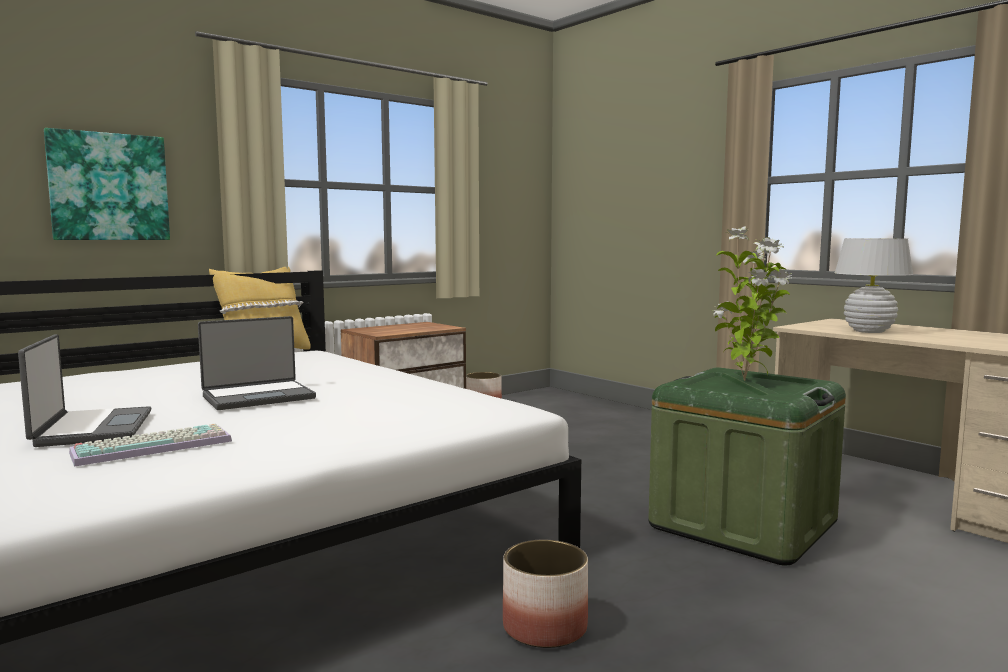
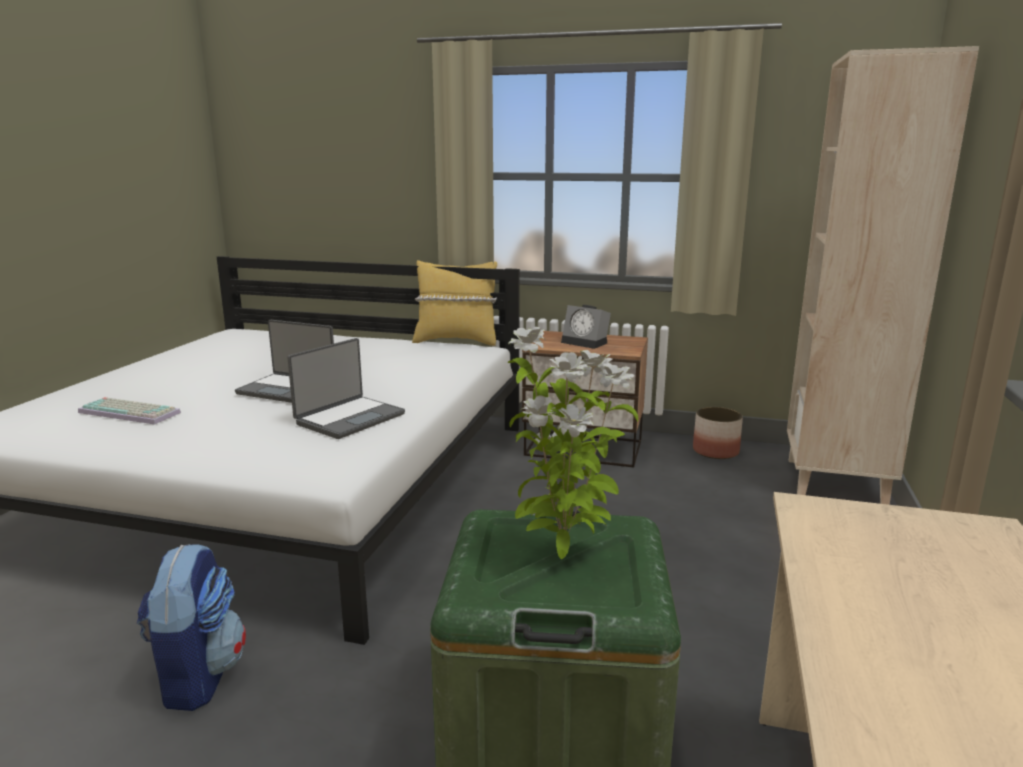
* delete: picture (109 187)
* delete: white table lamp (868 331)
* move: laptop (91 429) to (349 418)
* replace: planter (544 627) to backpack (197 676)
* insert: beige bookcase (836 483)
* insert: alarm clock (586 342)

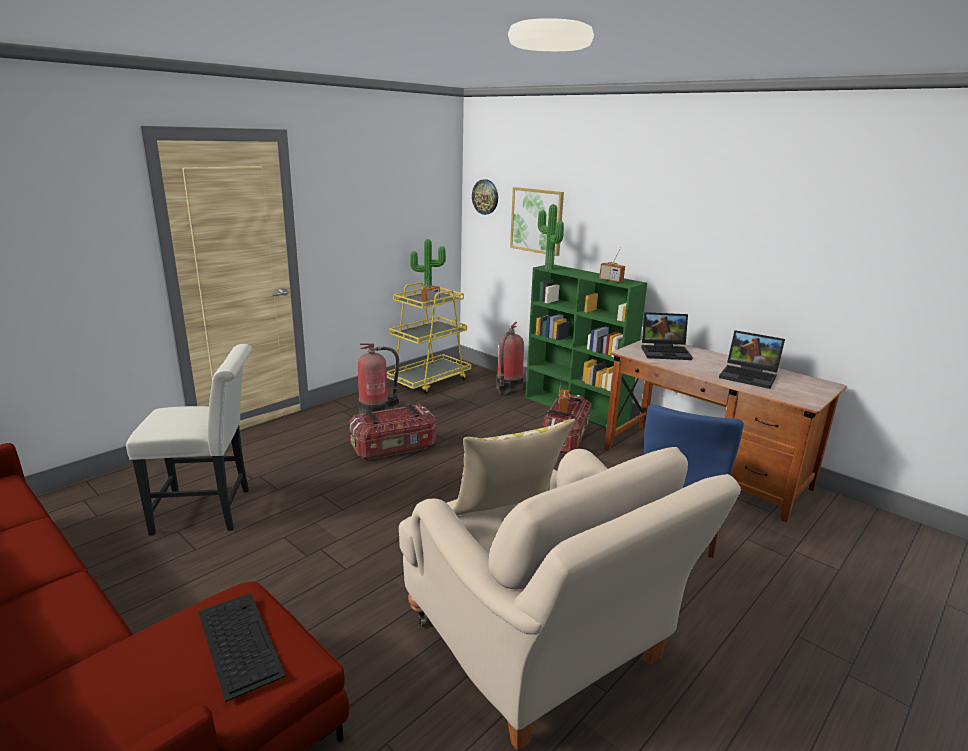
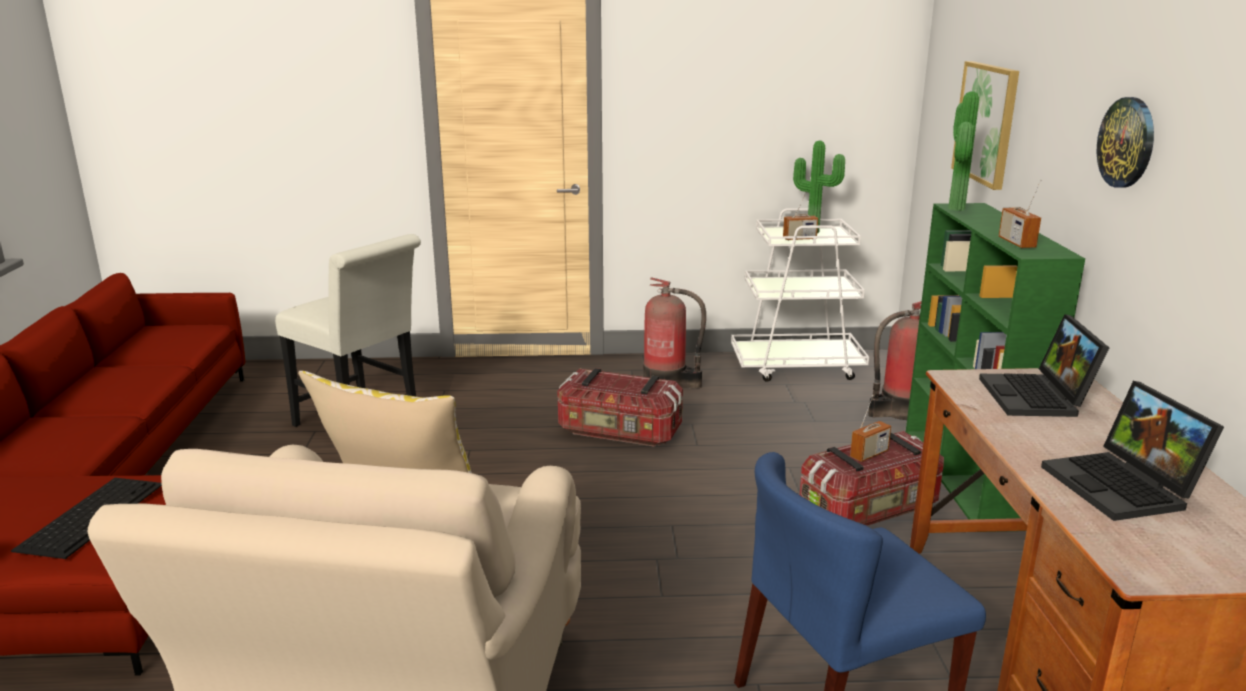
* move: wall clock (485 197) to (1127 142)
* recolor: yellow cart (429 381) to white cart (797 366)
* rotate: laptop (666 352) = (1038 398) 45 degrees clockwise

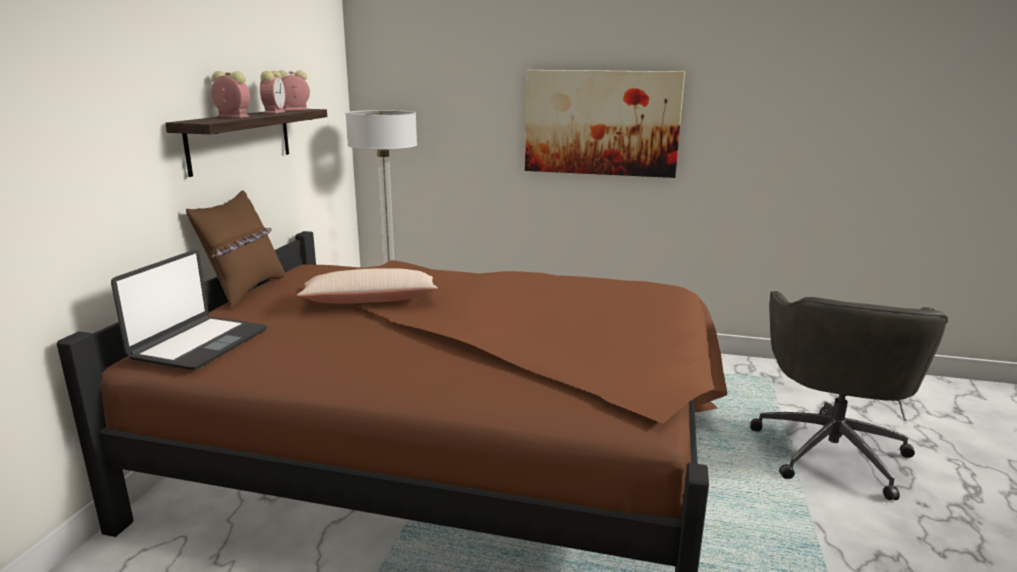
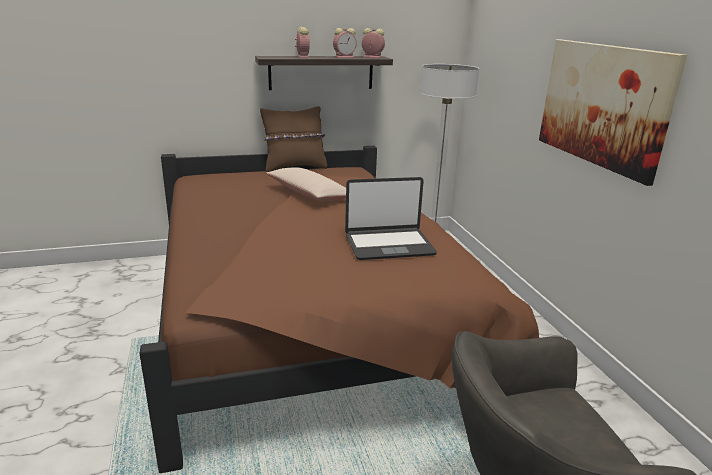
* move: laptop (199 344) to (389 245)

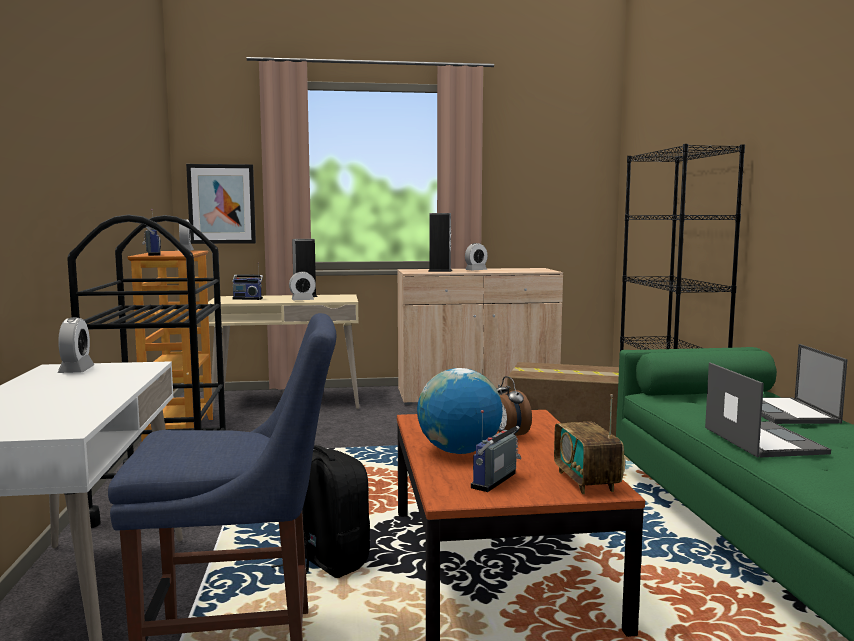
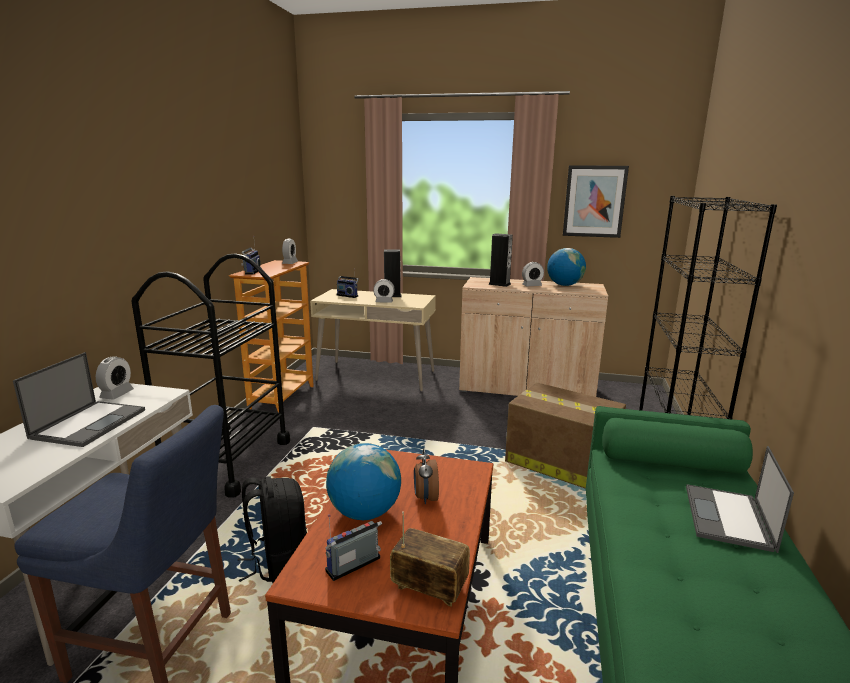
* move: picture (221 204) to (594 201)
* move: laptop (762 440) to (90 423)
* rotate: radio (586 481) = (429 587) 105 degrees clockwise
* insert: globe (564 285)

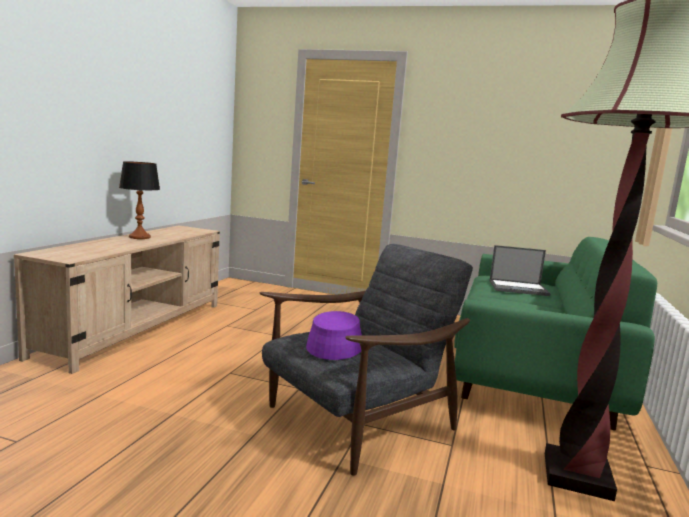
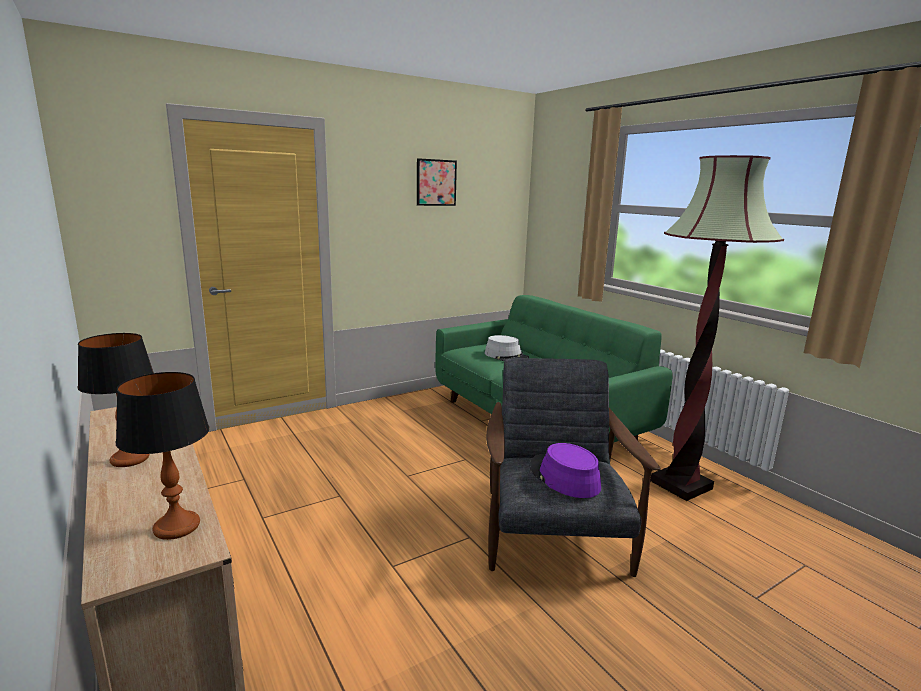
* replace: laptop (519 288) to grey hat (506 356)
* insert: picture (436 182)
* insert: table lamp (176 527)

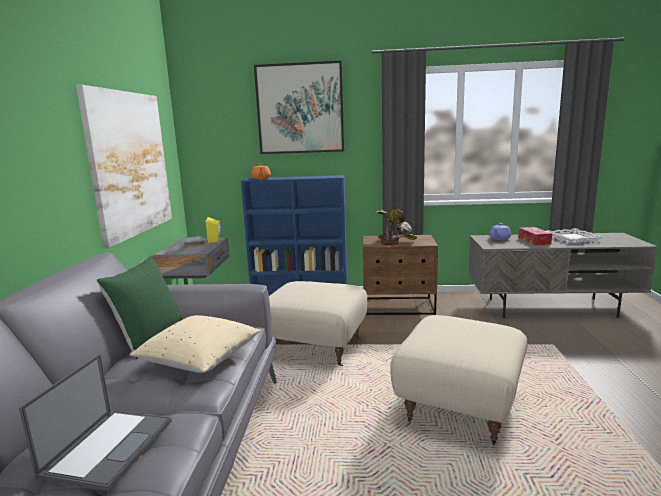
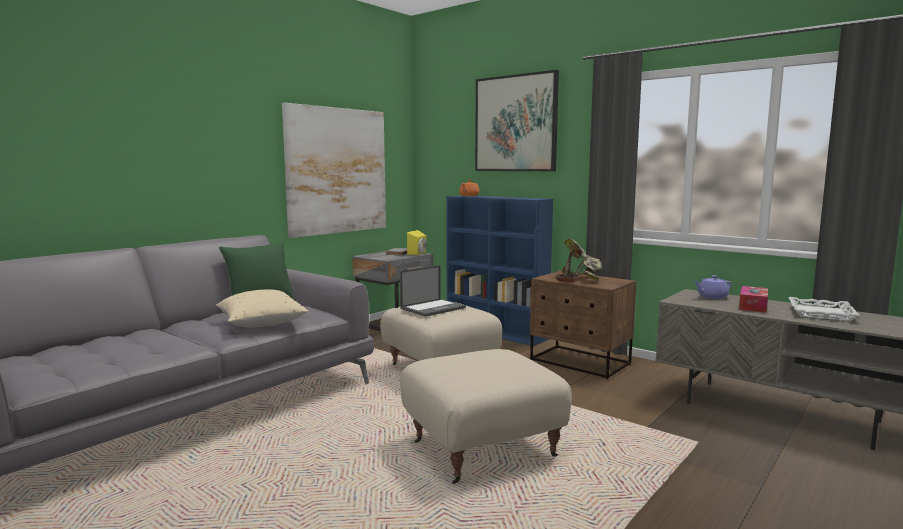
* move: laptop (109 446) to (433 308)

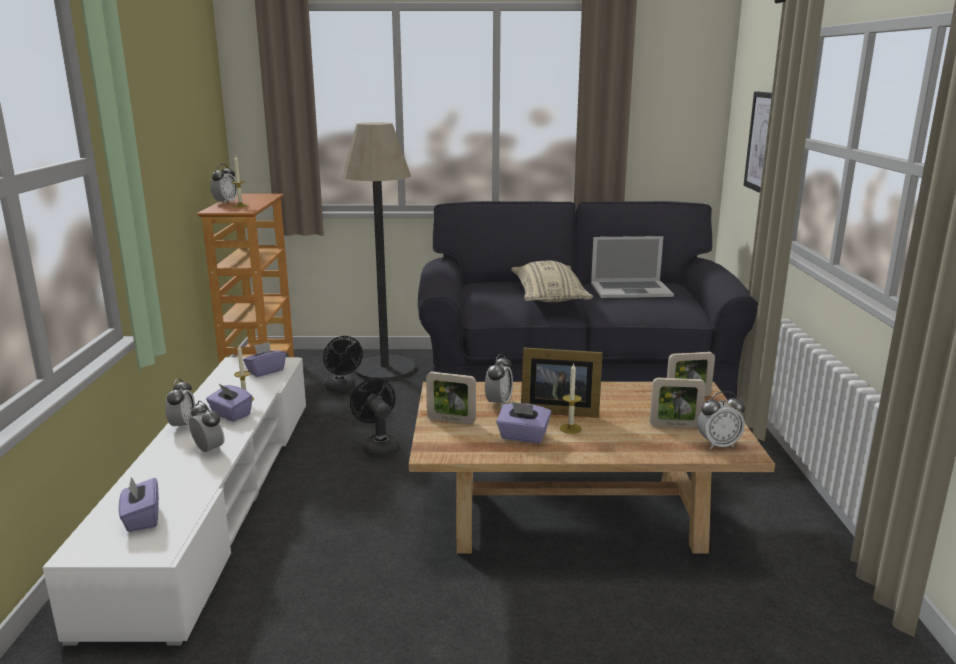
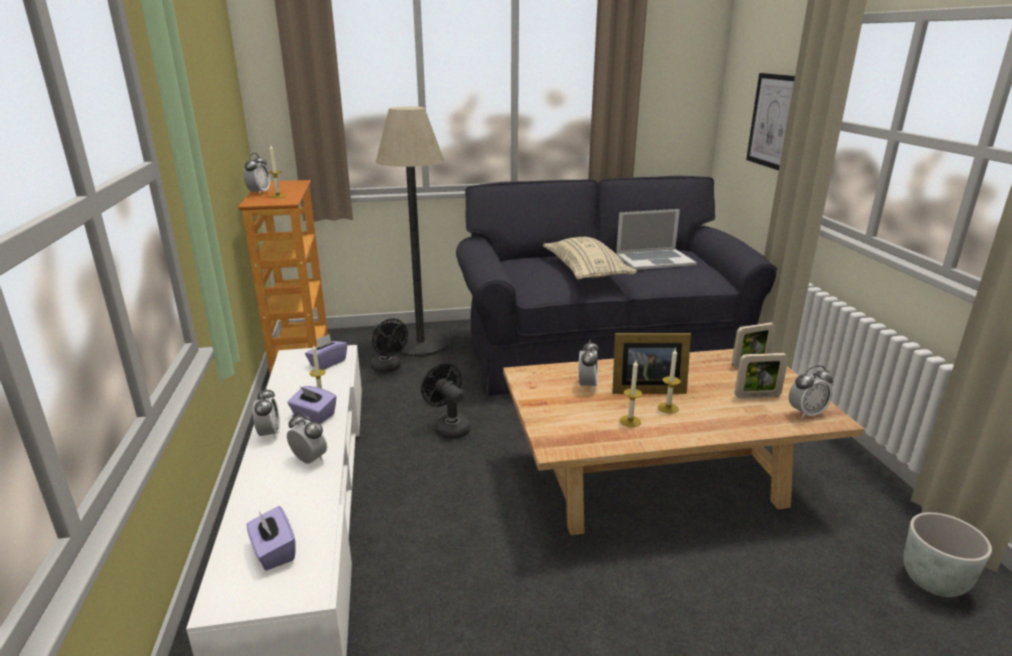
* delete: picture frame (451 420)
* replace: purple tissue box (523 436) to candle (630 421)
* insert: grey planter (934 581)

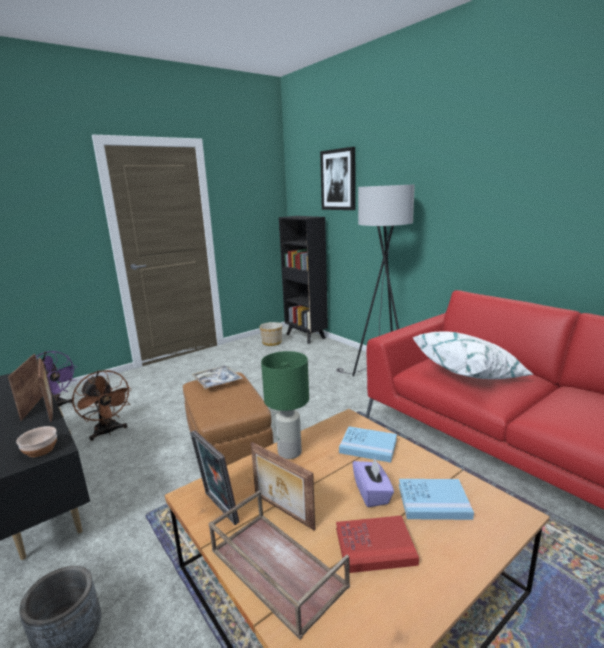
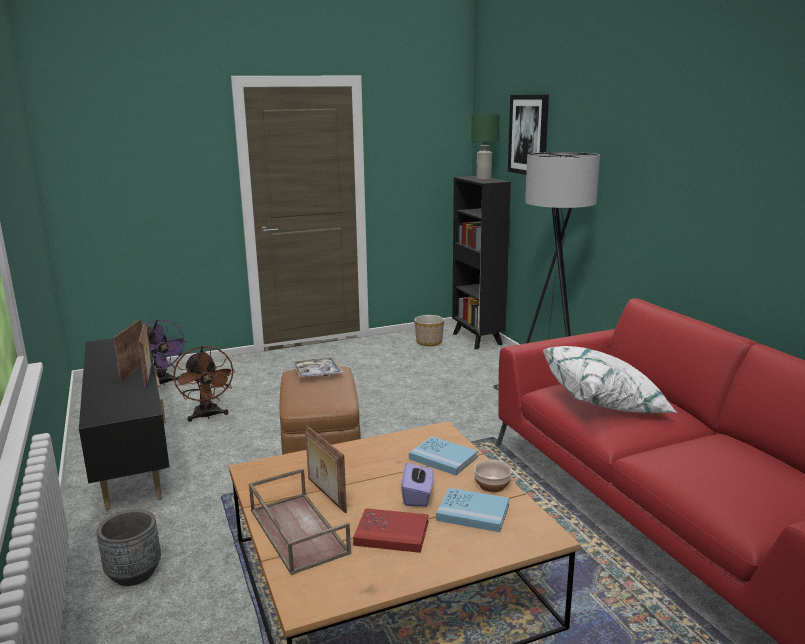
* move: green table lamp (289 453) to (483 179)
* move: bowl (40 449) to (492 485)
* delete: picture frame (218 509)

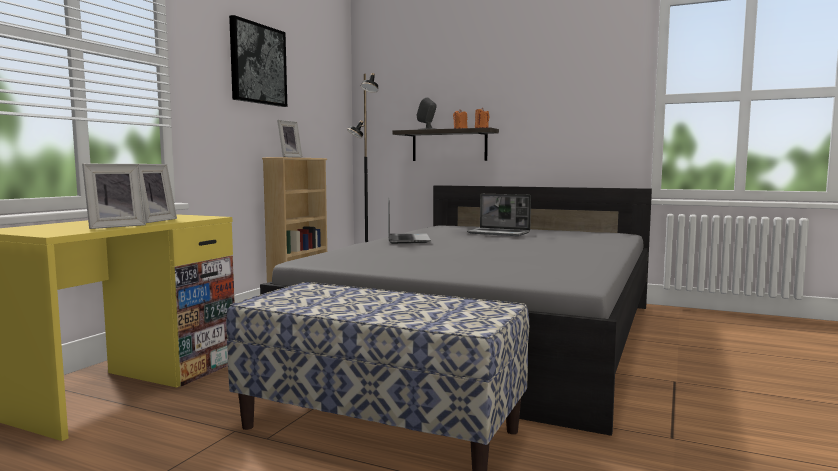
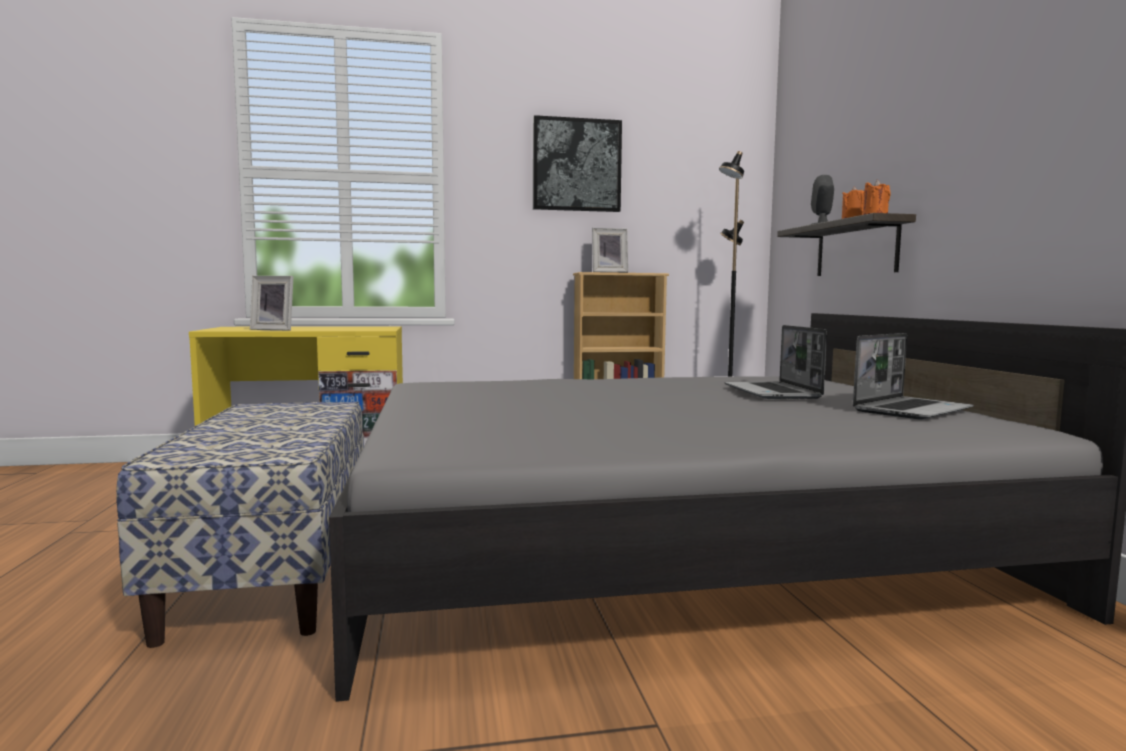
* delete: picture frame (153 221)
* move: laptop (407 239) to (911 410)

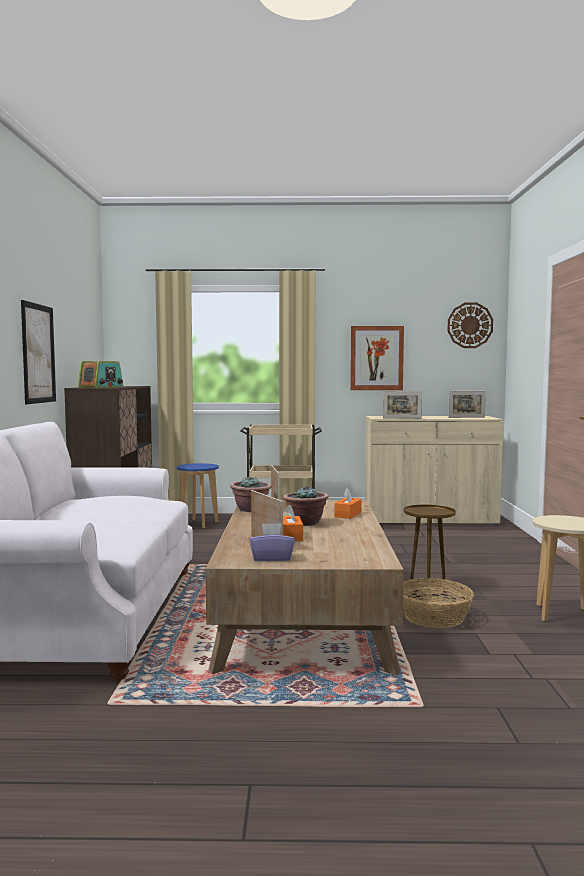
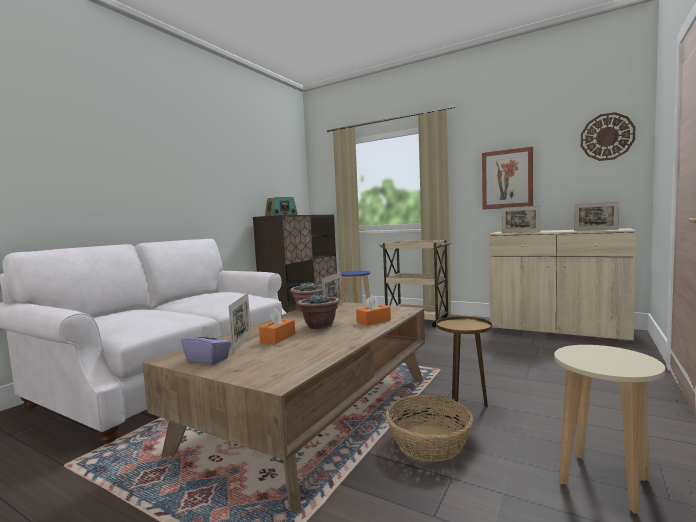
* delete: picture (38 353)

